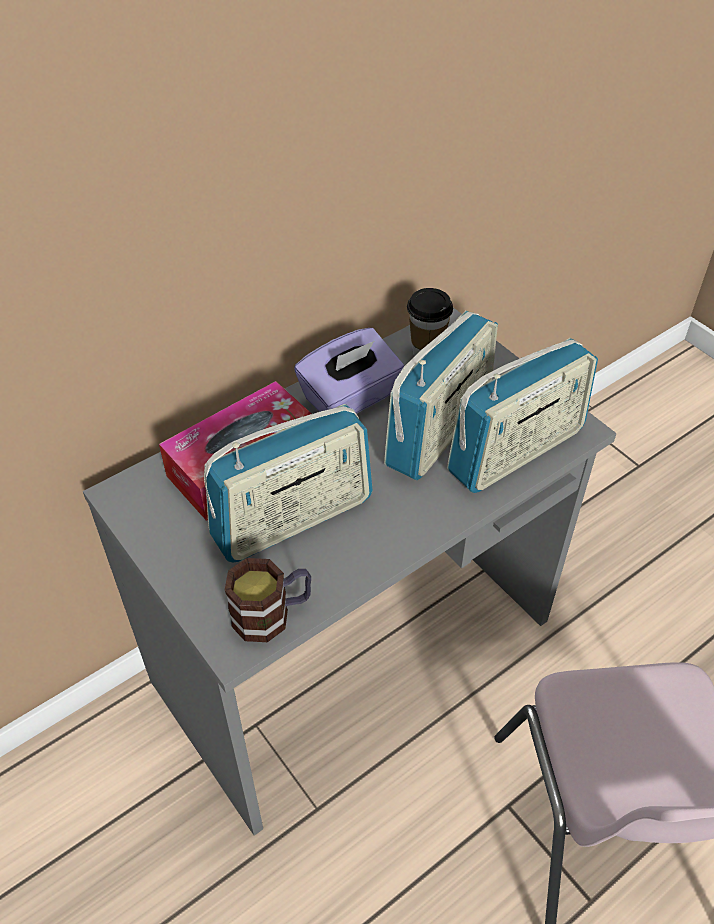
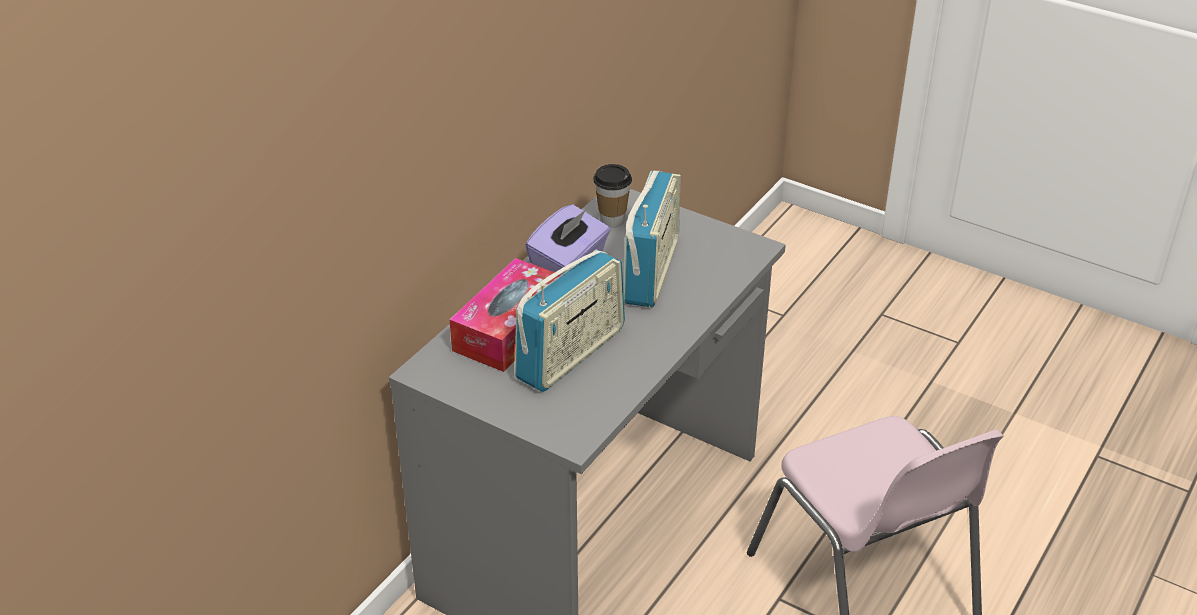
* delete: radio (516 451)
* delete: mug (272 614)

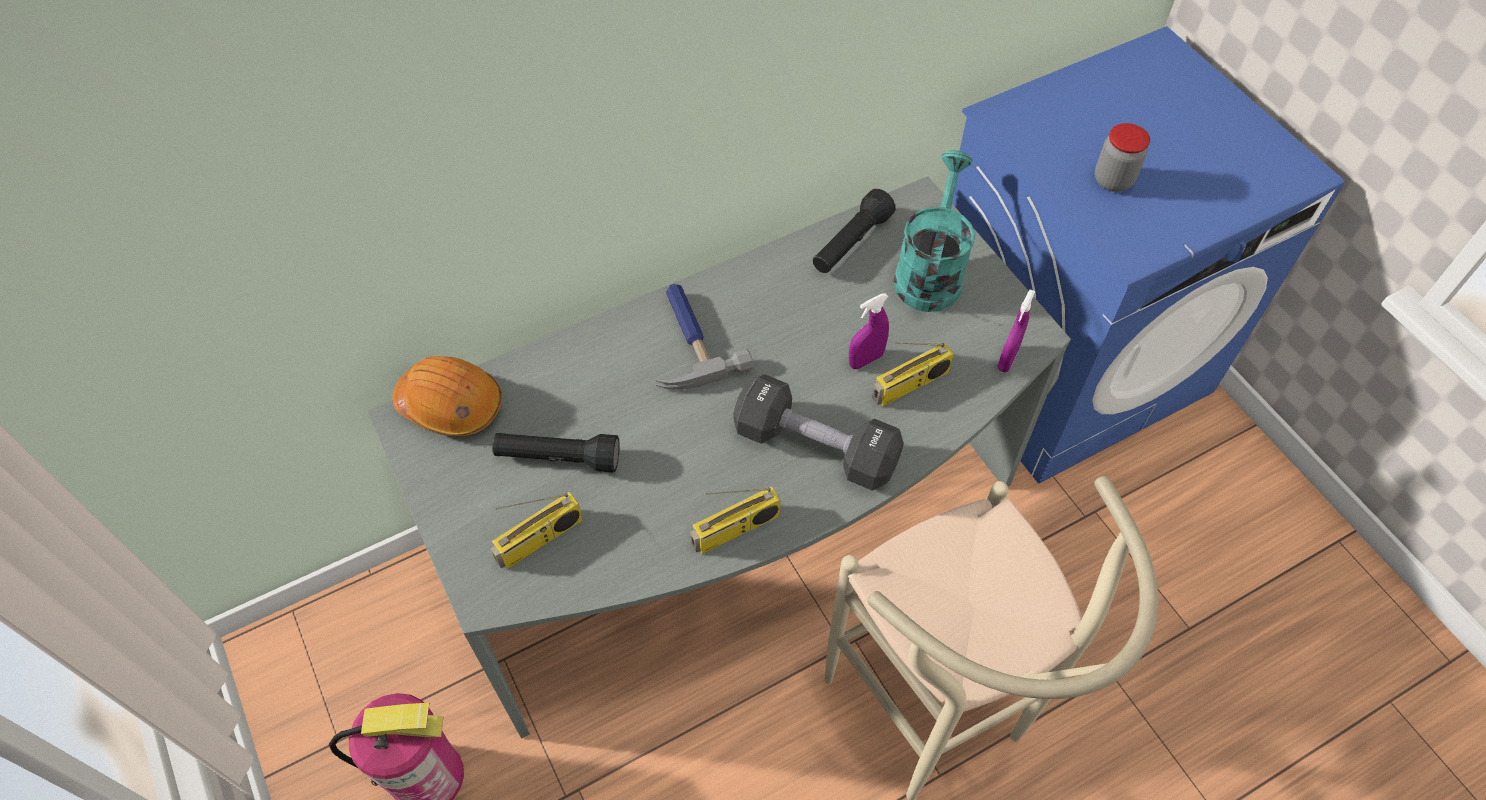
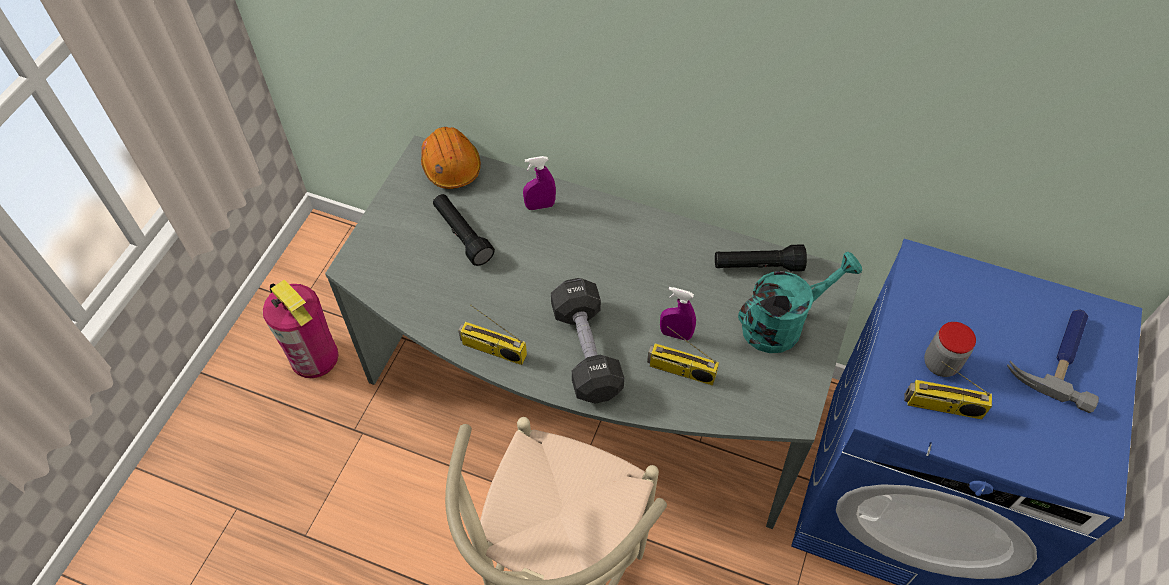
* move: hammer (687 340) to (1058 355)
* move: purple spray bottle (1007 359) to (540 206)
* move: radio (539 540) to (942 406)

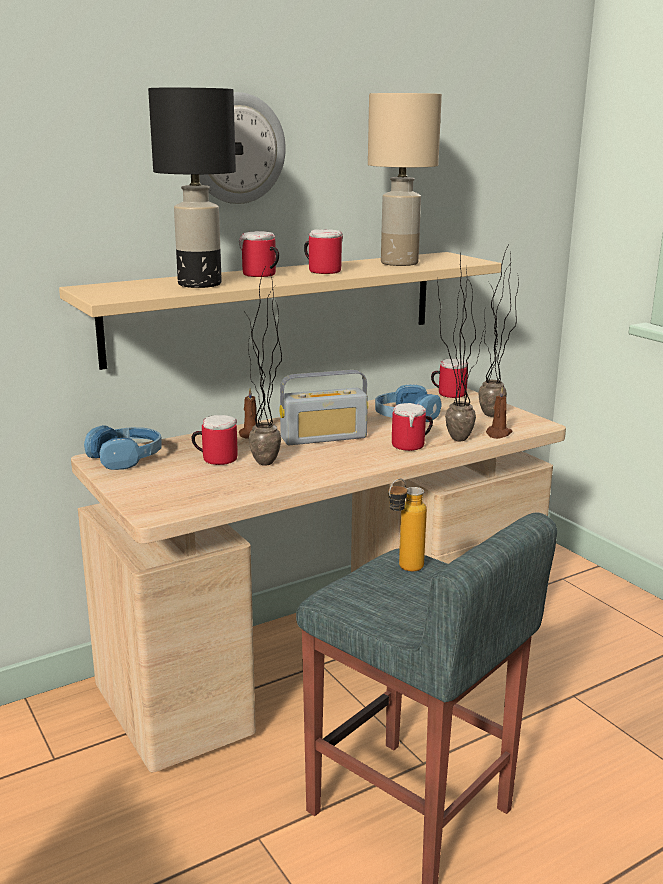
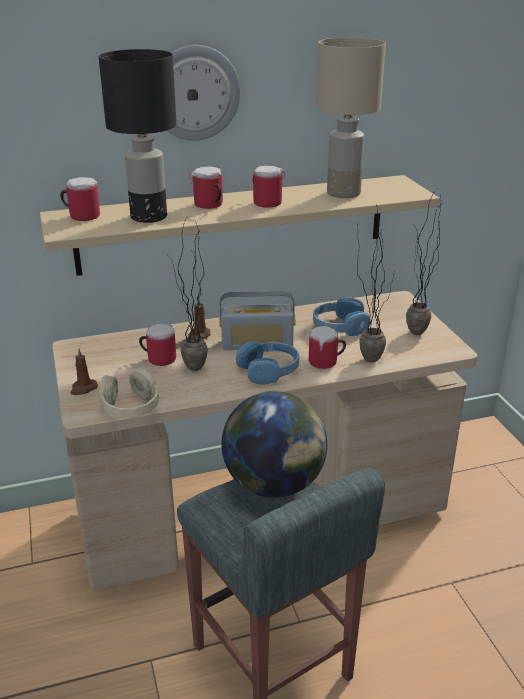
* move: mug (448 394) to (81 215)
* move: brown candle (498 434) to (83 388)
* move: blue headphones (126 458) to (269 370)
* replace: bottle (403 569) to globe (274 484)
* insert: beige headphones (130 406)

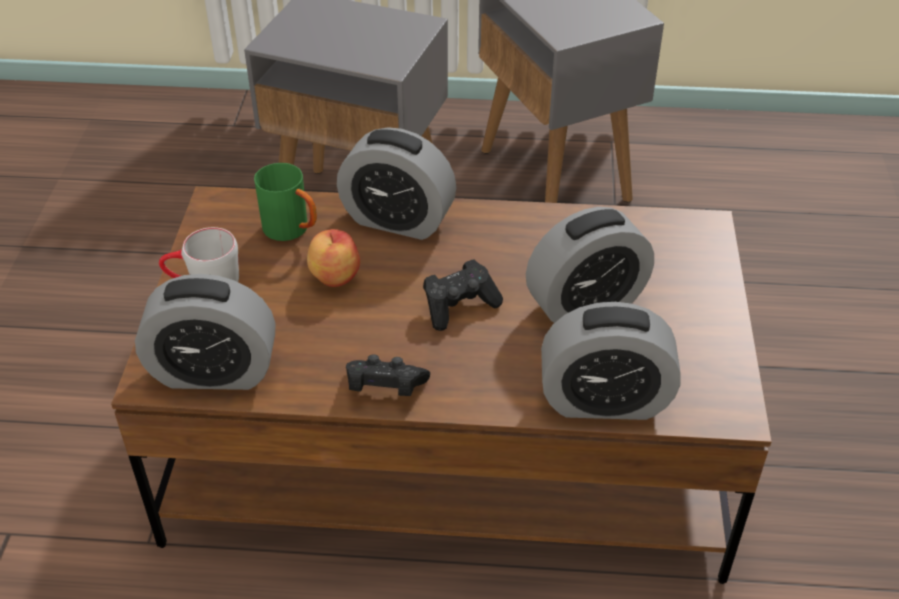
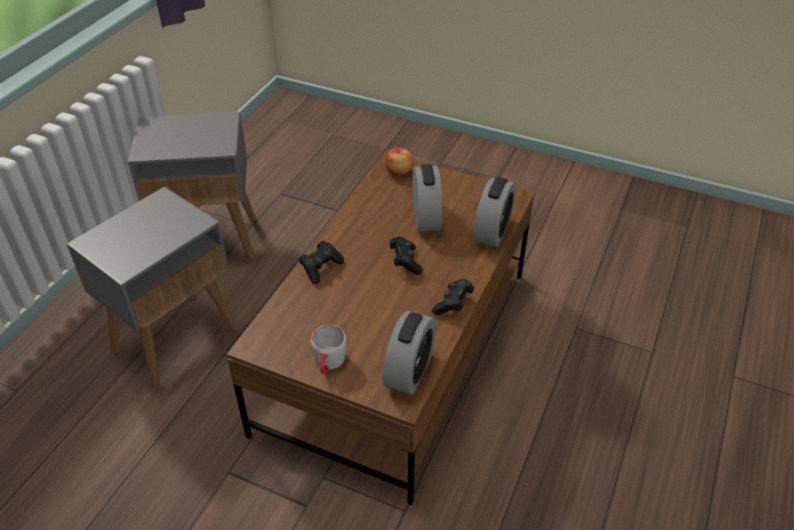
* replace: alarm clock (397 220) to black game controller (321 268)
* delete: green mug (293 231)
* move: apple (334 276) to (399 172)

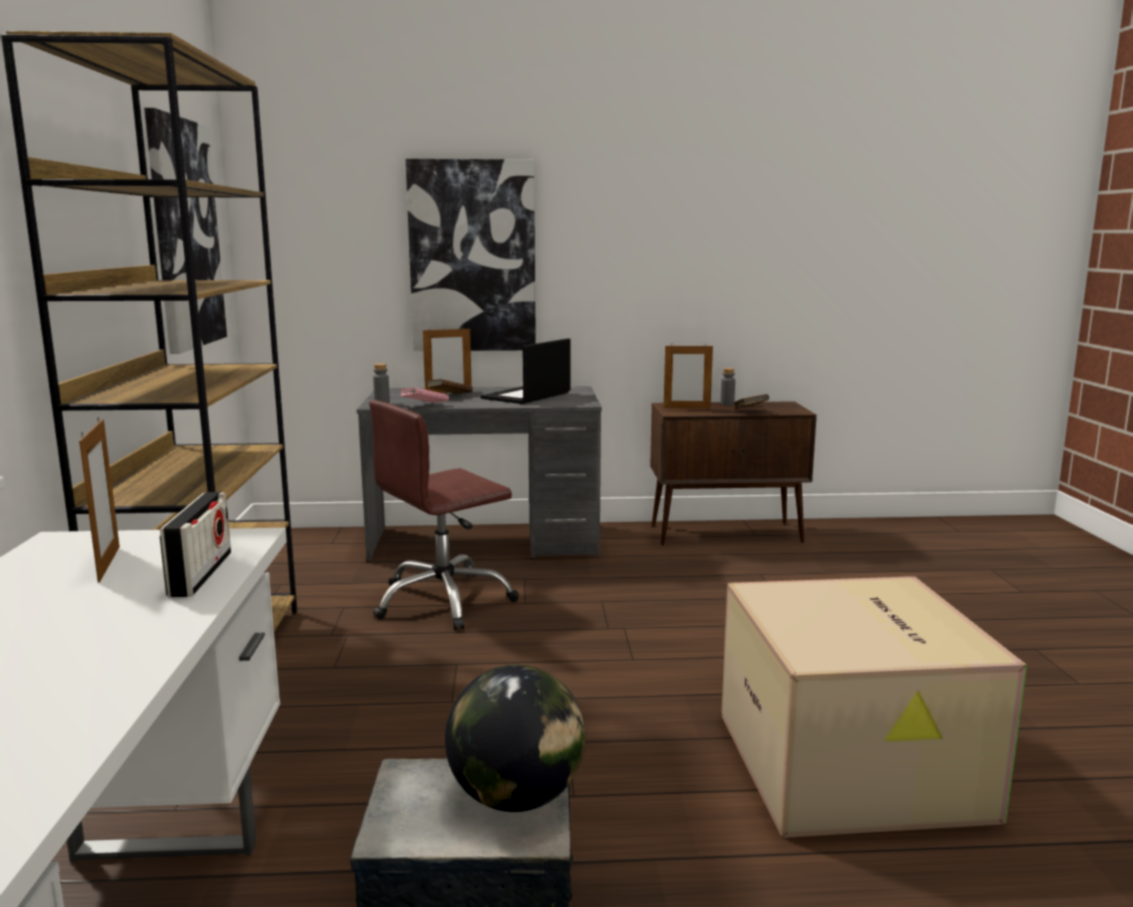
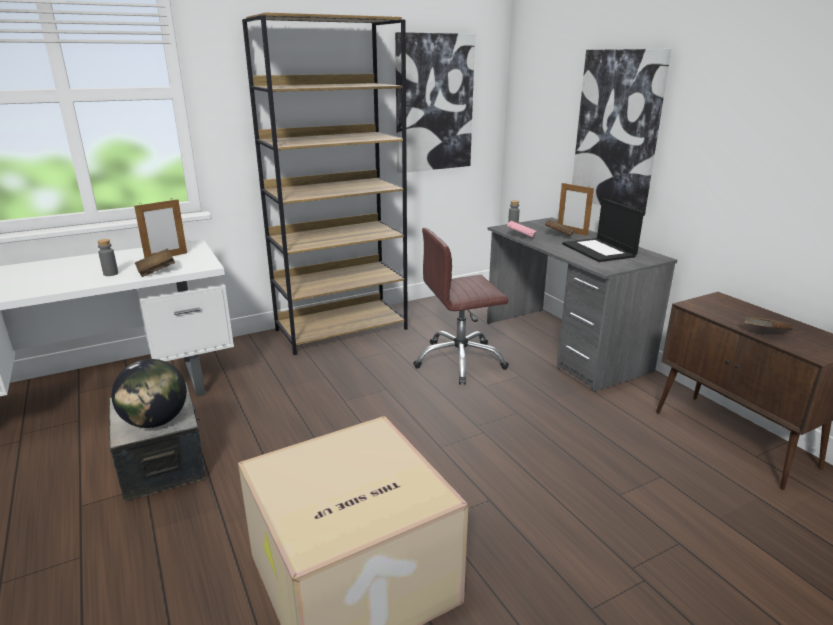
* rotate: laptop (526 396) = (599 250) 120 degrees counterclockwise
* delete: picture frame (686 408)
* move: grey bottle (727 403) to (111 274)
* rotate: brown office chair (444 601) = (460 361) 45 degrees counterclockwise
* replace: radio (201 574) to brown book (156 271)

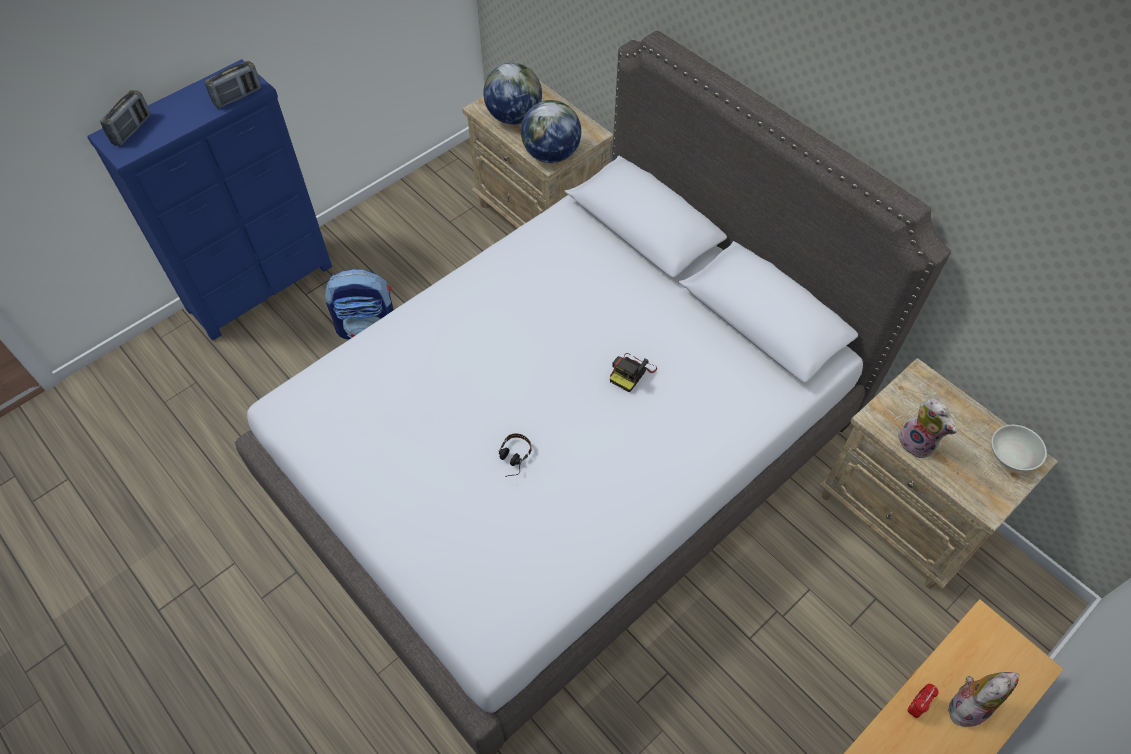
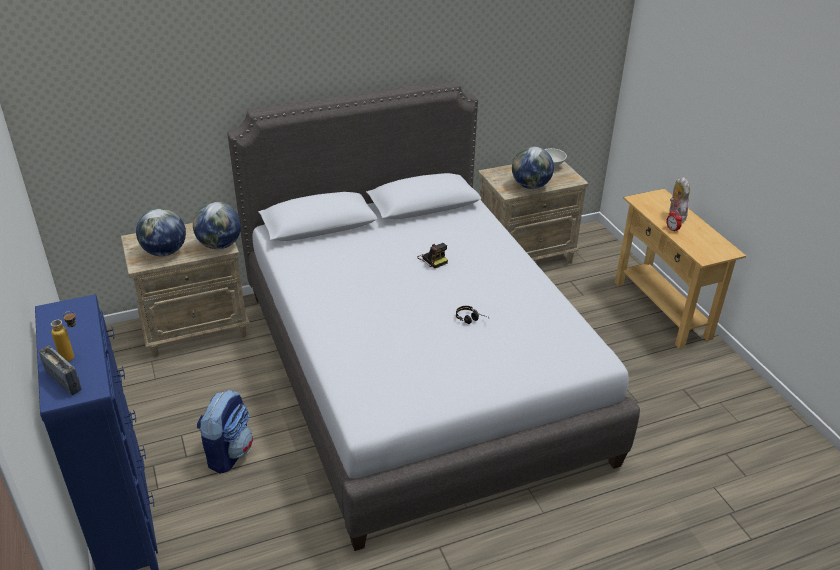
* delete: radio (238 97)
* replace: plush toy (918 443) to globe (530 186)
* insert: bottle (73 357)

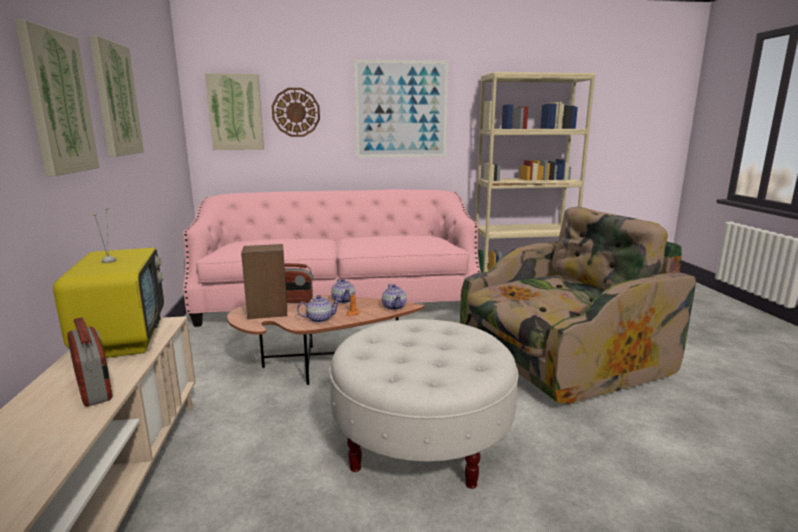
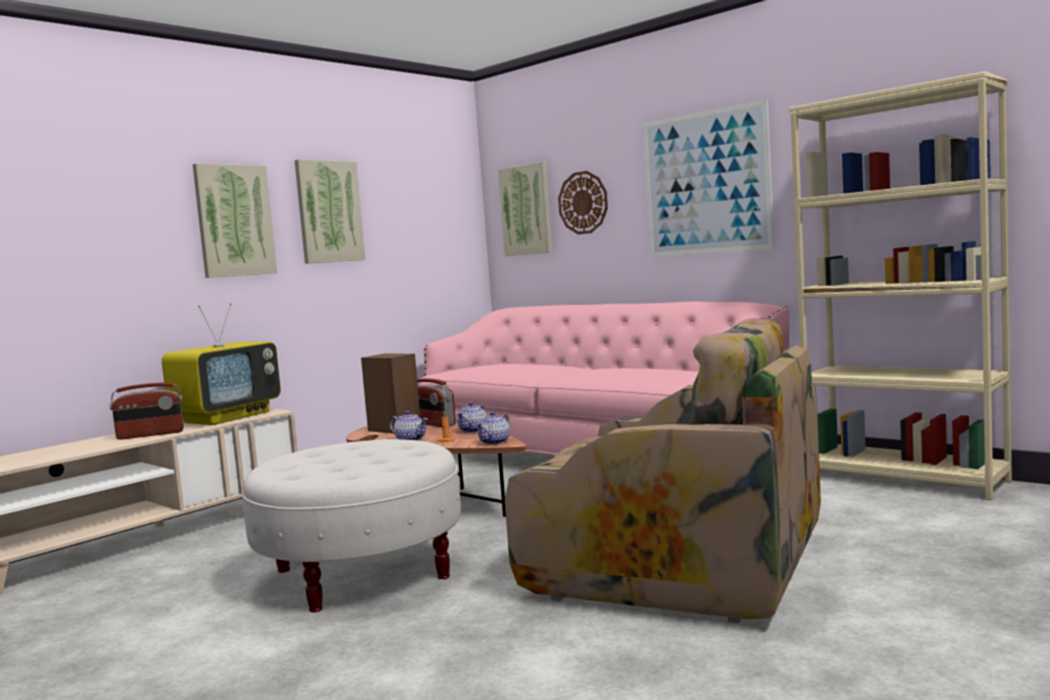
* rotate: radio (94 387) = (150 435) 60 degrees clockwise

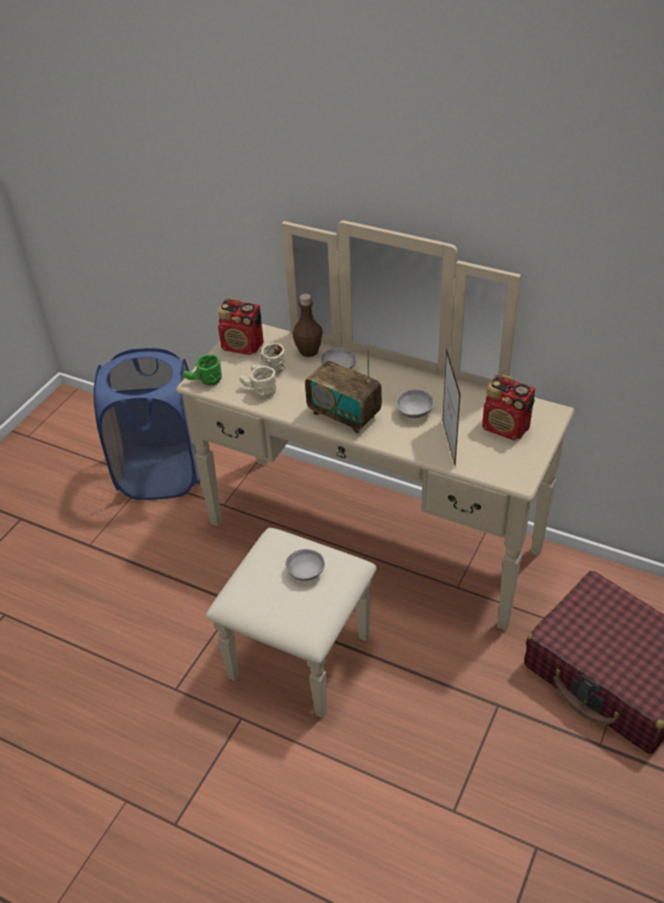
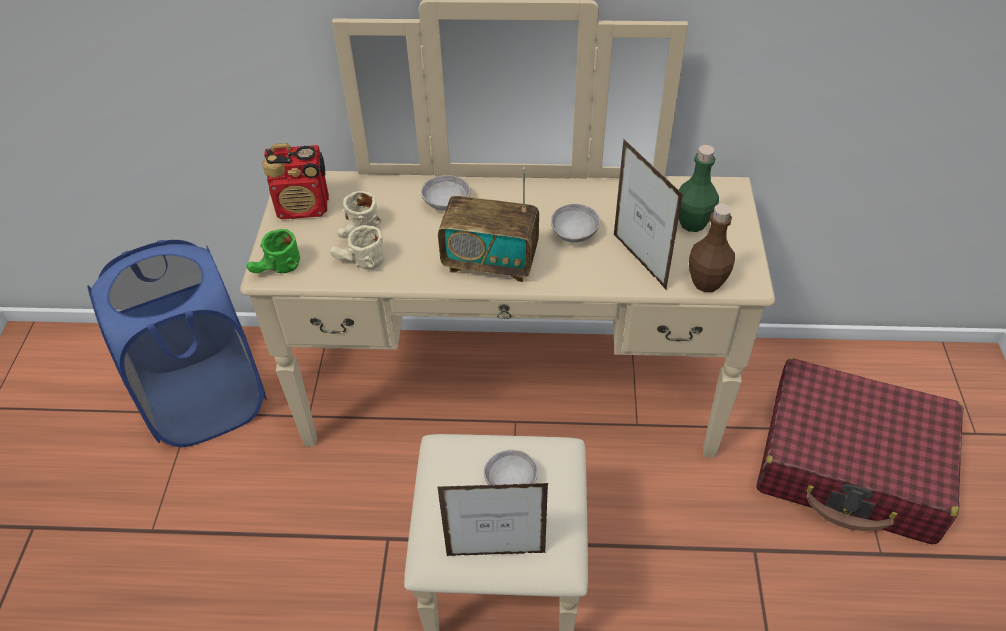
* move: brown bottle (308 351) to (706 282)
* replace: radio (506 428) to green bottle (692 223)
* insert: picture frame (496 554)

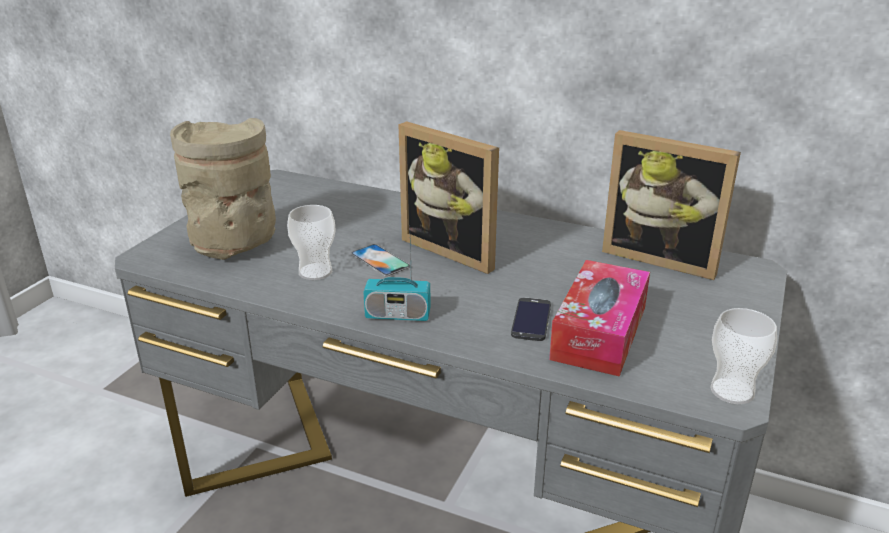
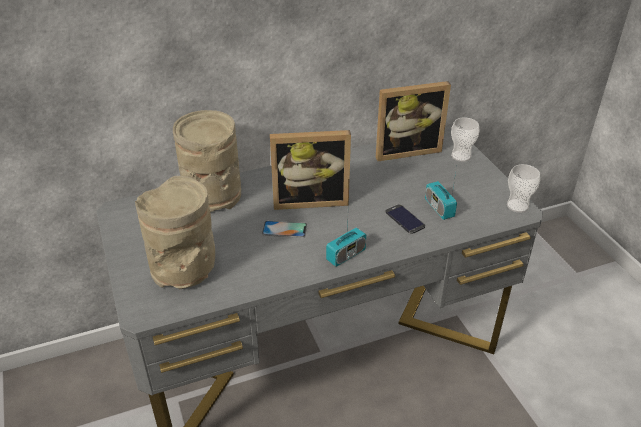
* move: cup (315 272) to (461 156)
* replace: tissue box (599 332) to radio (439 208)
* insert: beige vase (213 195)

